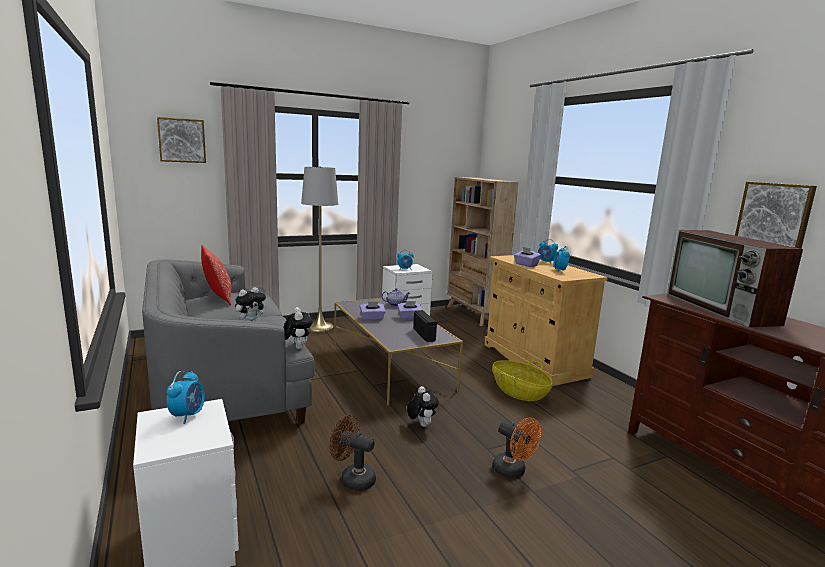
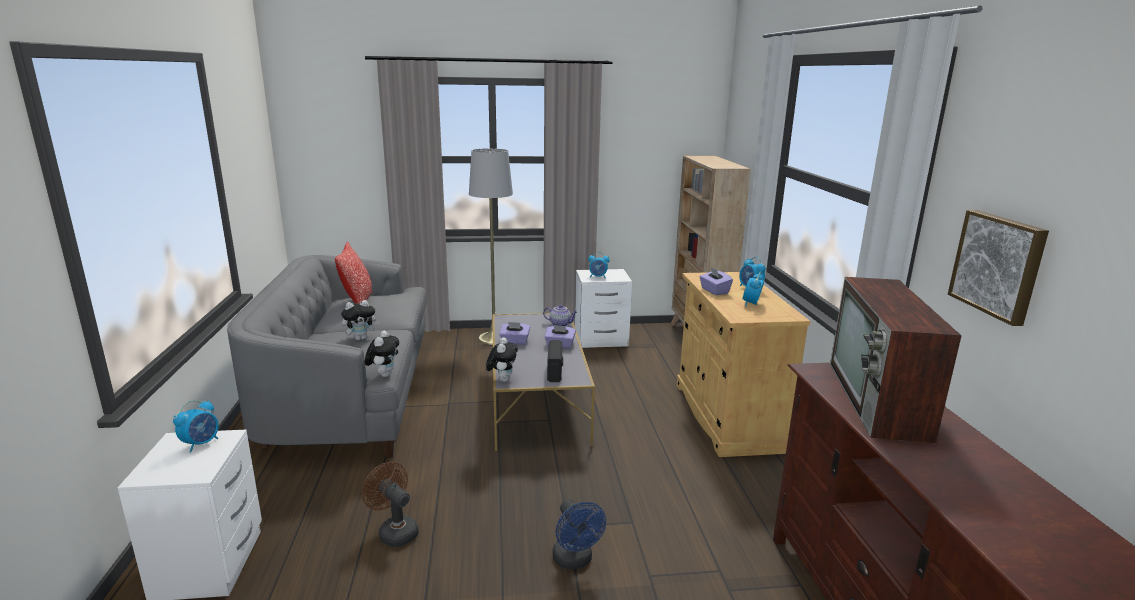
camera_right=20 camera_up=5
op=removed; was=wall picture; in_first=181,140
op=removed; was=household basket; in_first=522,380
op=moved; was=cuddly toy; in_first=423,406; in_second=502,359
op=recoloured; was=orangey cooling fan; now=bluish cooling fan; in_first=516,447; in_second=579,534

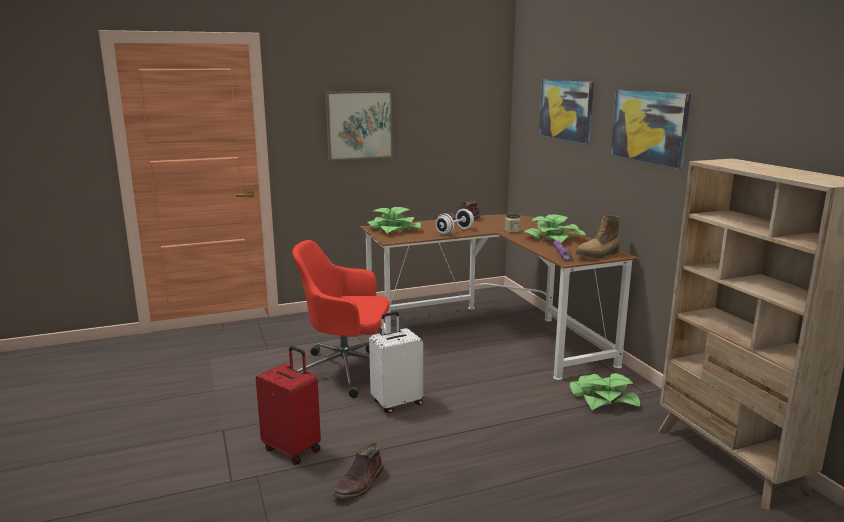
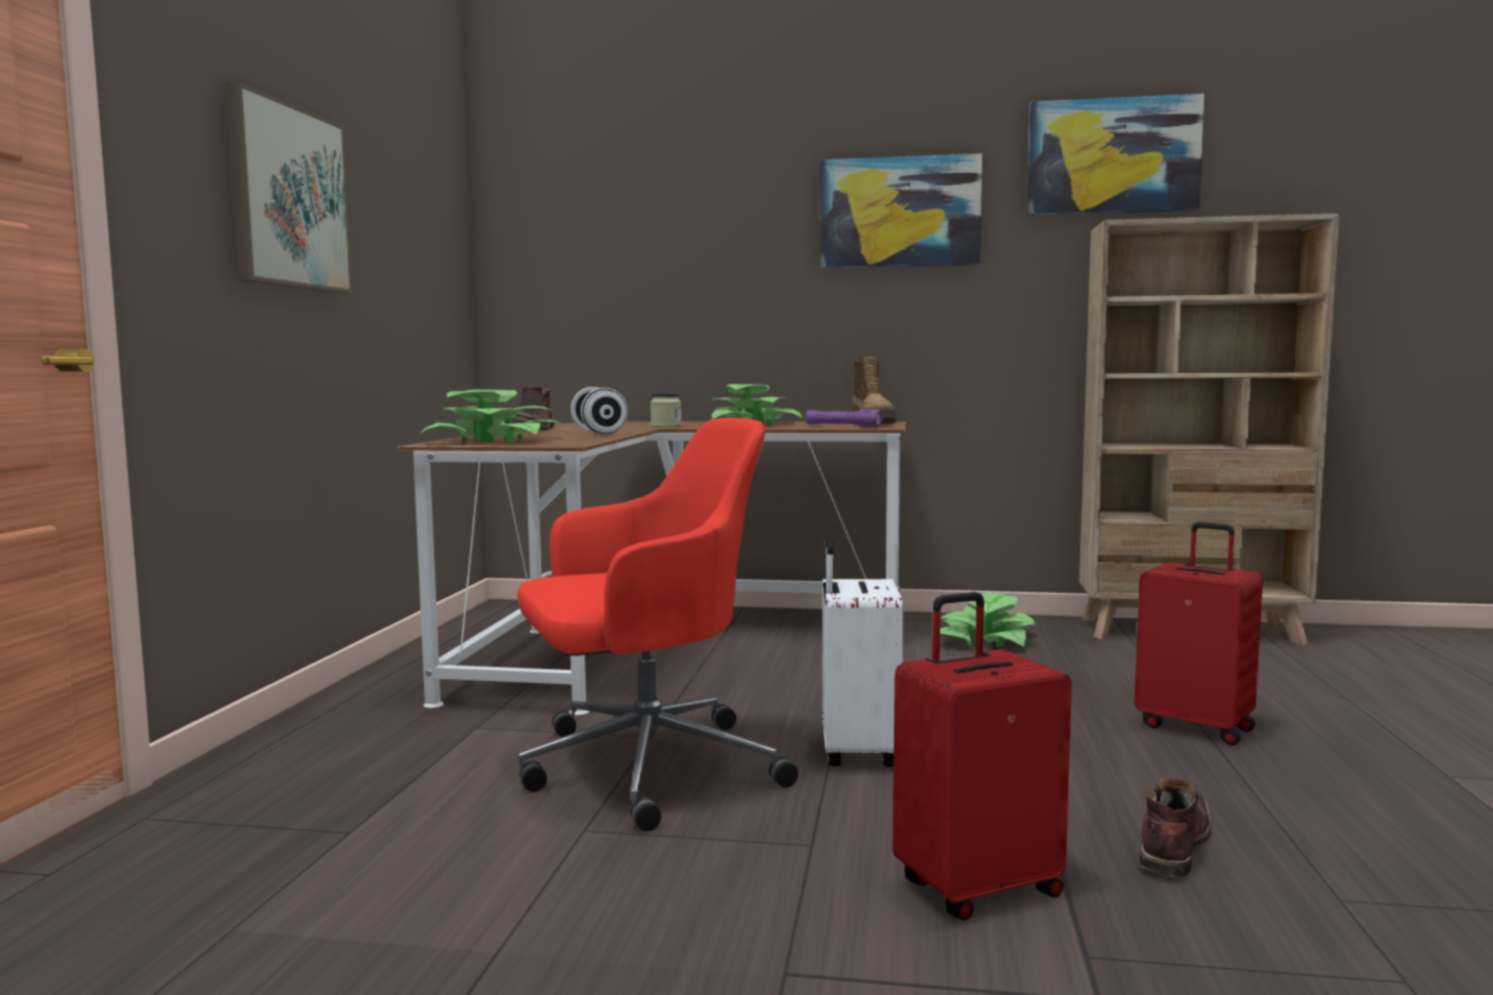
camera_right=-60 camera_up=-10
op=added; now=reddish suitcase; in_second=1198,633
op=moved; was=wall picture; in_first=566,112; in_second=1116,154
op=turned; was=reddish computer chair; in_first=341,319; in_second=657,624; clockwise=-150
op=turned; was=brownish boot; in_first=357,471; in_second=1175,827; clockwise=-120

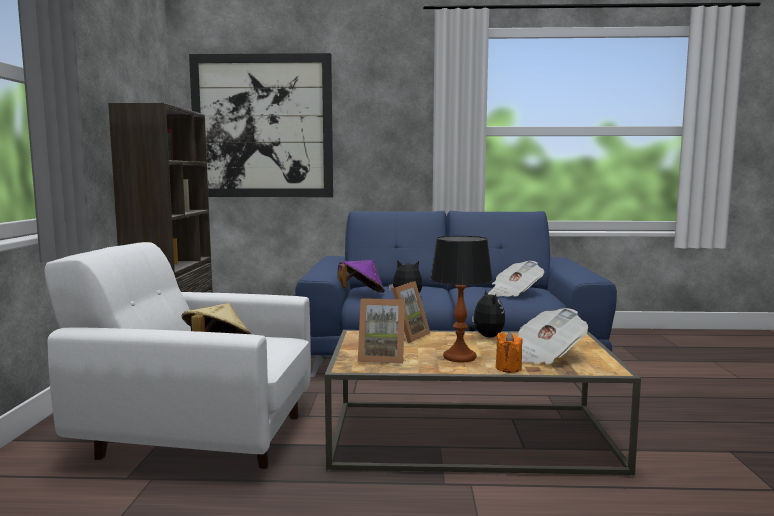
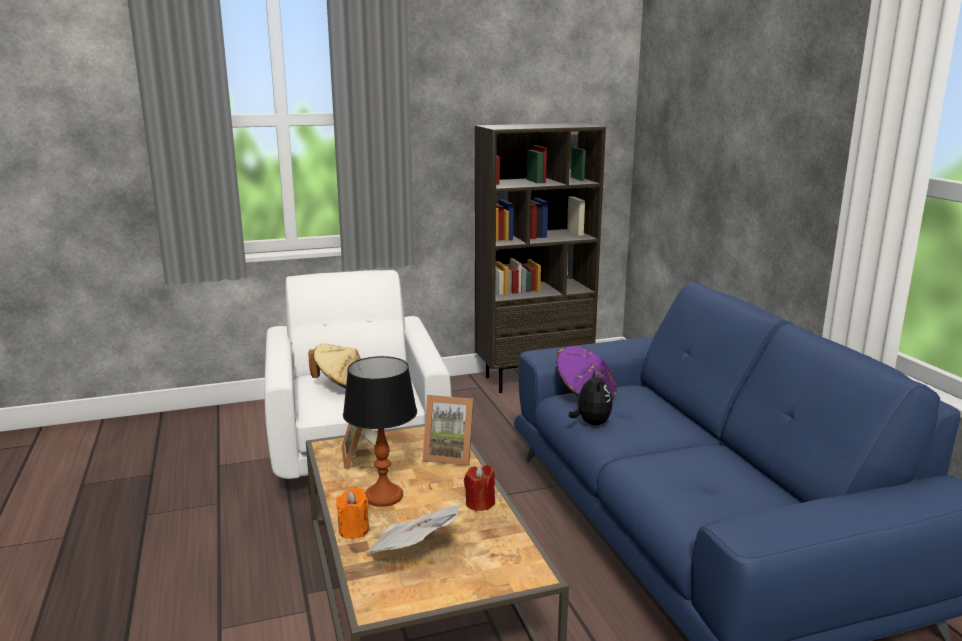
camera_right=70 camera_up=10
op=removed; was=wall picture; in_first=261,125
op=removed; was=daily paper; in_first=516,279
op=replaced; was=cuddly toy; now=reddish wax candle; in_first=486,313; in_second=479,488

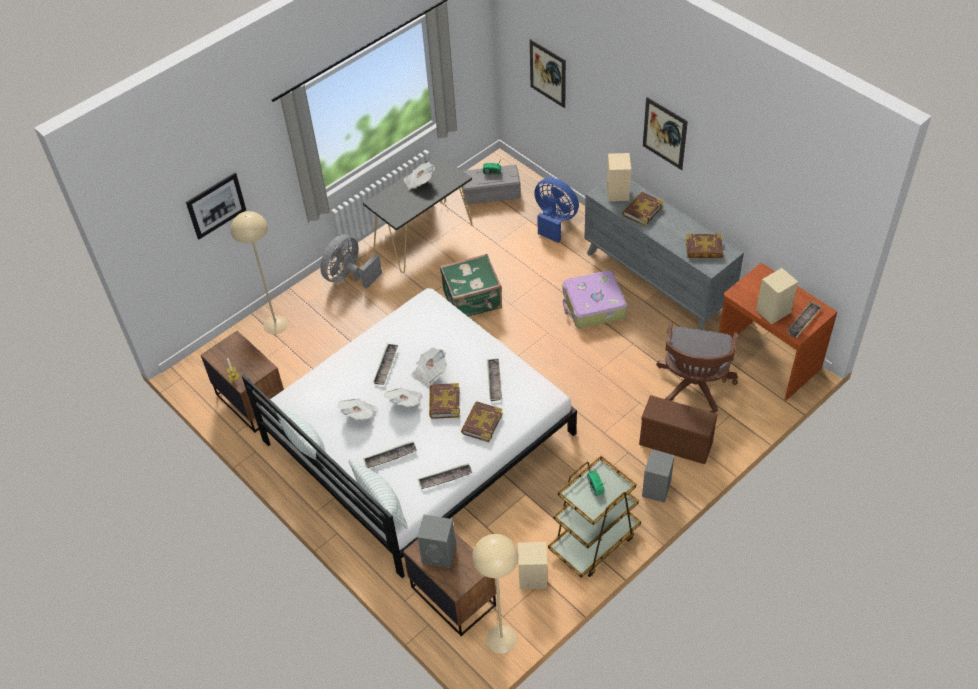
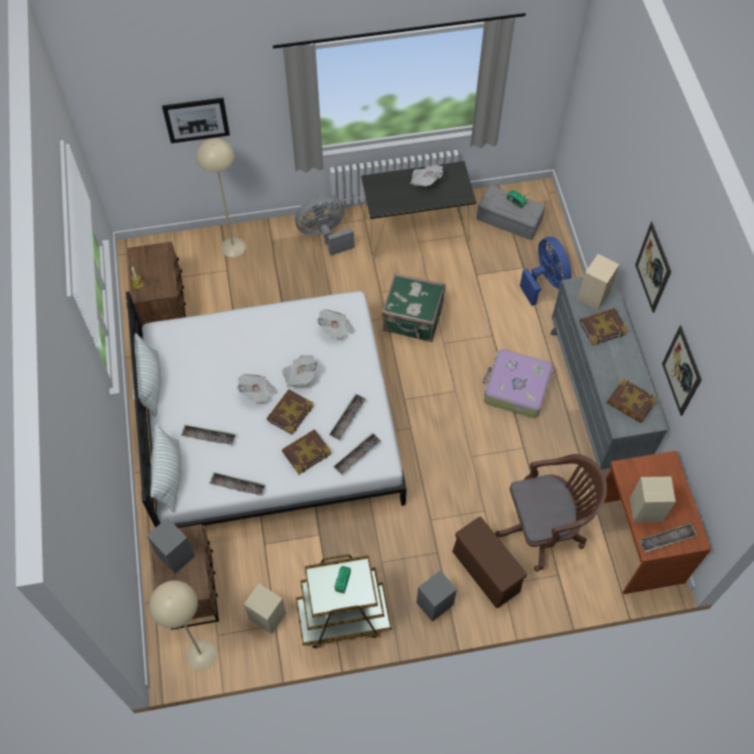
camera_right=30 camera_up=10
op=moved; was=daily paper; in_first=357,409; in_second=336,324
op=moved; was=serving tray; in_first=385,364; in_second=357,454
op=moved; was=wall picture; in_first=548,73; in_second=682,370
op=turned; was=brownish computer chair; in_first=697,367; in_second=551,513; clockwise=-150

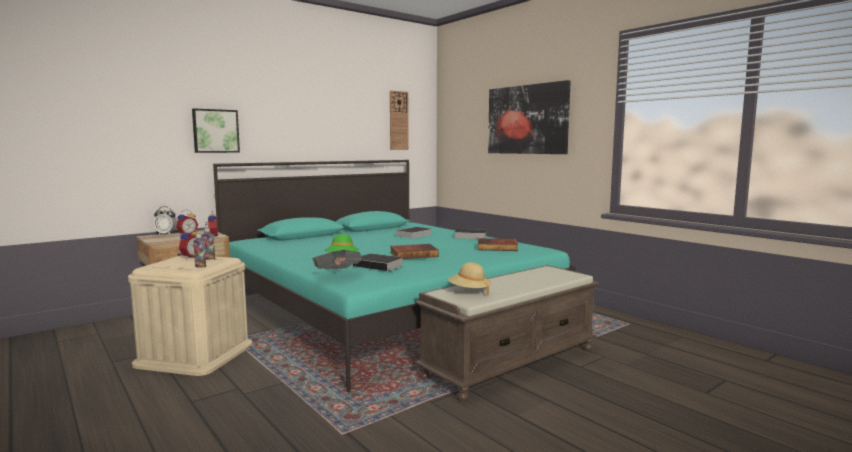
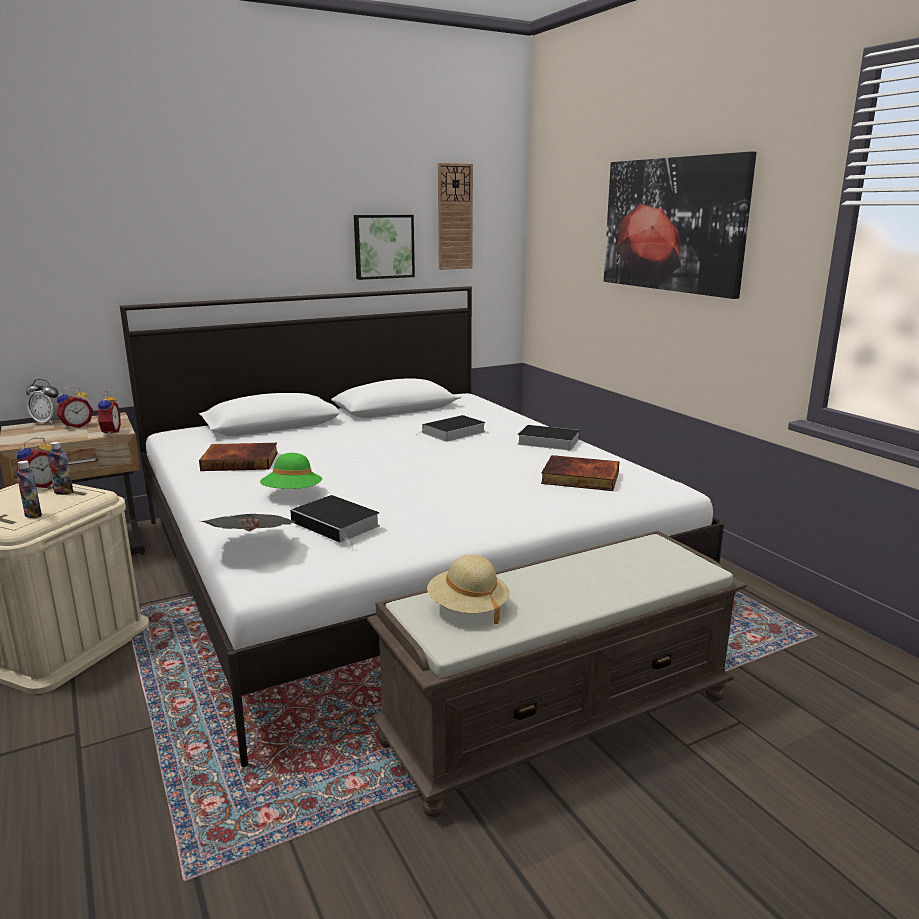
camera_right=10 camera_up=10
op=moved; was=wall picture; in_first=216,130; in_second=384,247
op=moved; was=book; in_first=414,251; in_second=238,457
op=recoloured; was=blue-green sleeping bed; now=white-coloured sleeping bed; in_first=394,276; in_second=422,526

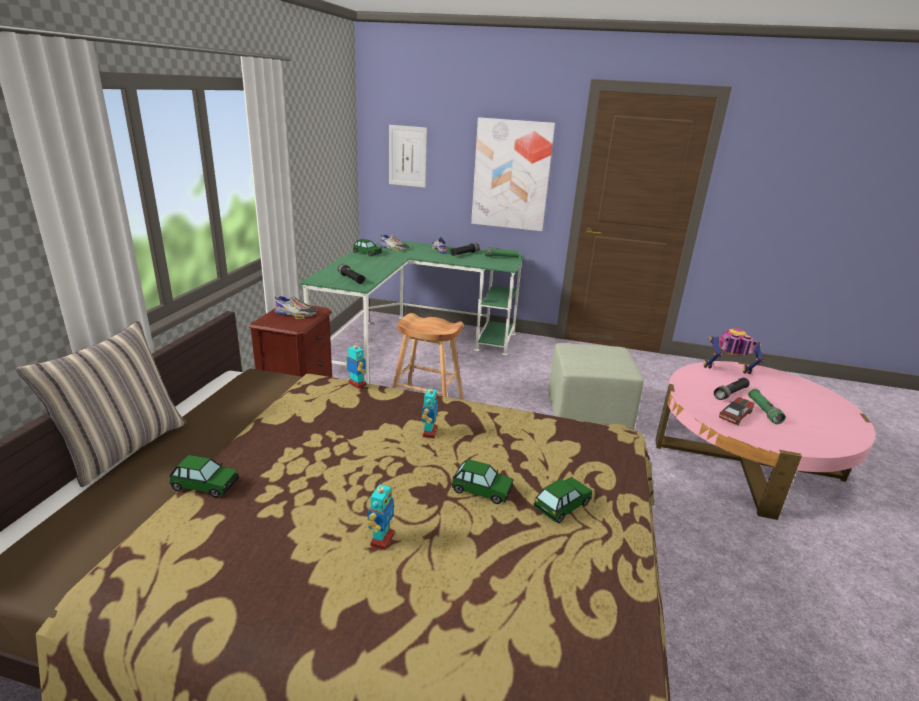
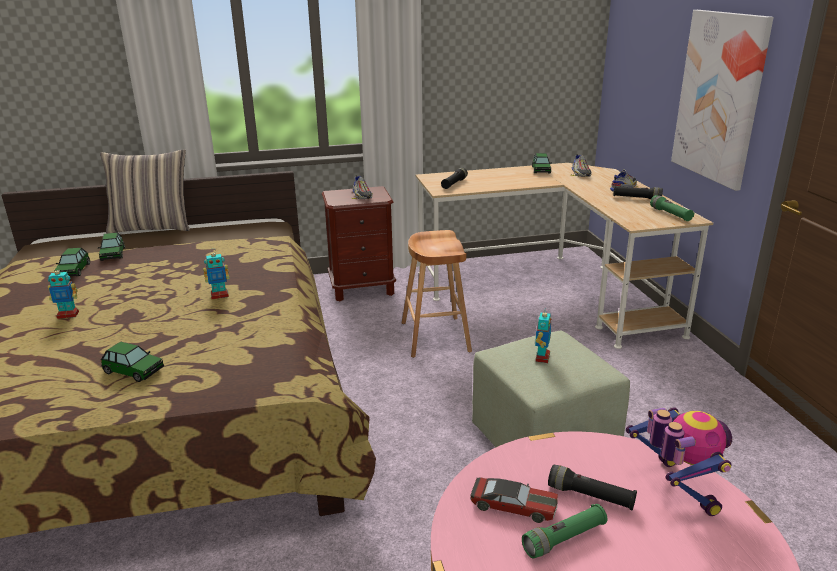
camera_right=65 camera_up=0
op=removed; was=wall picture; in_first=408,156
op=moved; was=toy robot; in_first=356,365; in_second=543,335
op=moved; was=miniature car; in_first=482,481; in_second=72,262
op=recoloured; was=green desk table; now=sand-coloured desk table; in_first=412,312; in_second=564,256

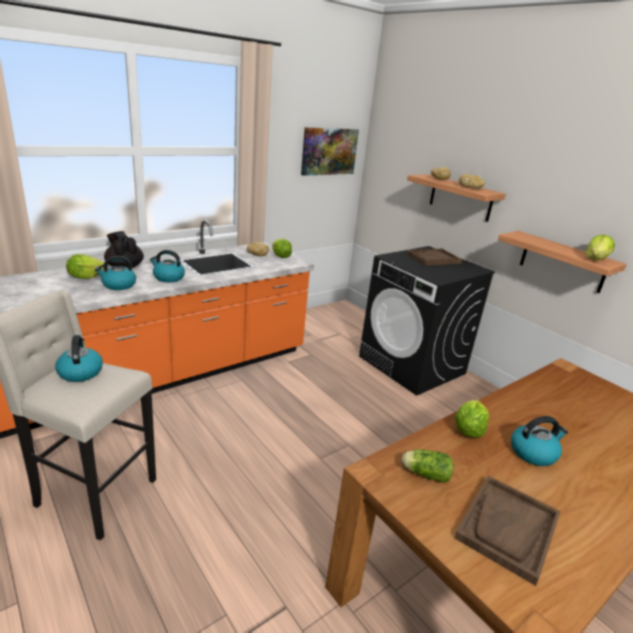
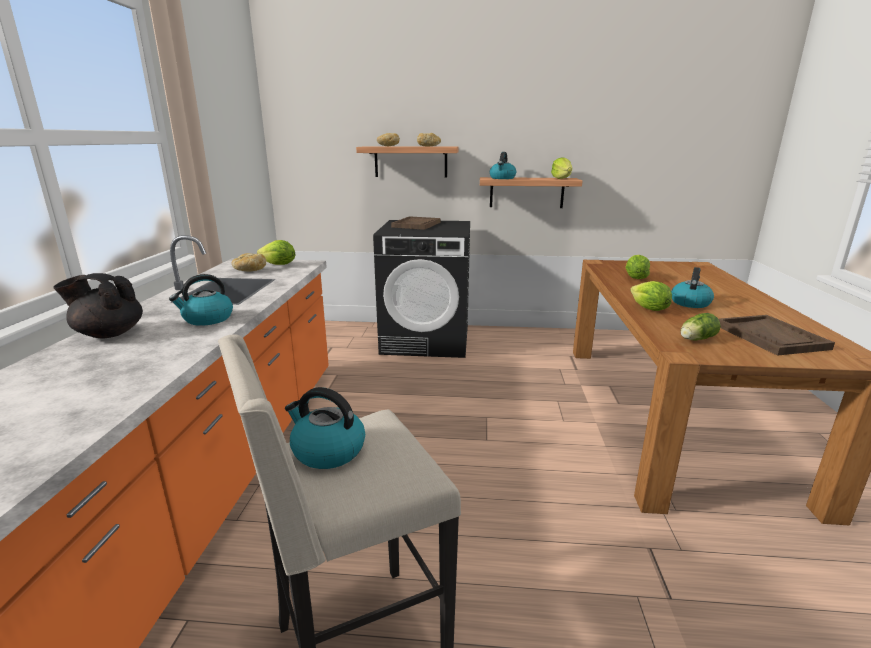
camera_right=-45 camera_up=-5
op=removed; was=wall picture; in_first=330,151
op=moved; was=lettuce head; in_first=87,266; in_second=637,267
op=moved; was=water kettle; in_first=115,273; in_second=503,165

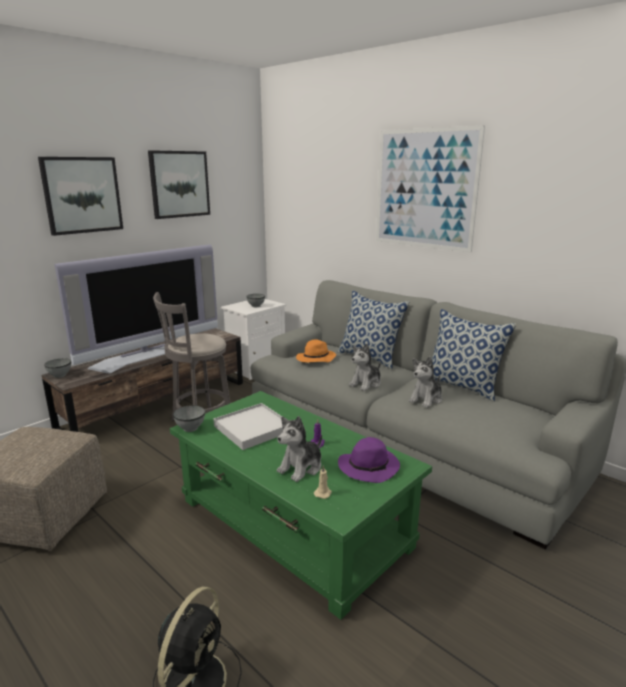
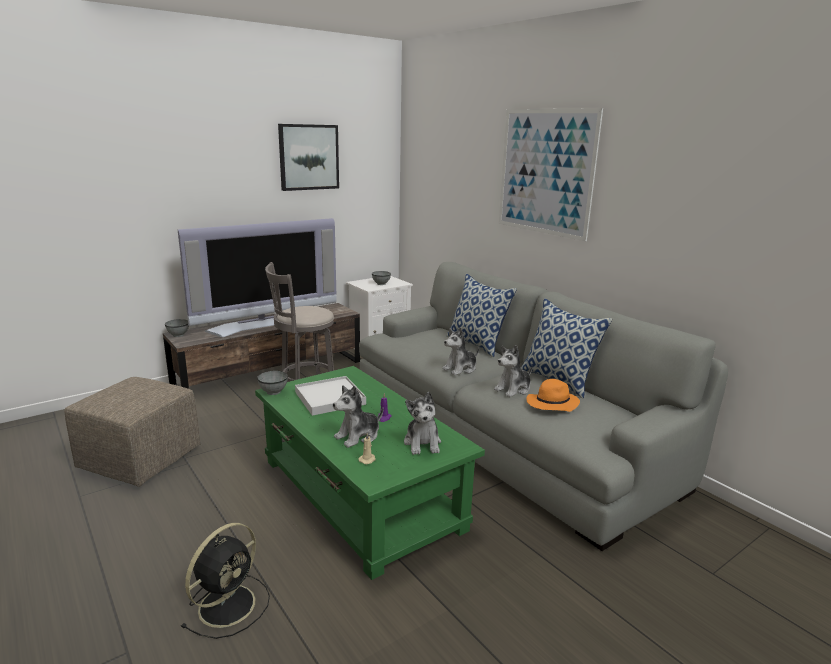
camera_right=10 camera_up=0
op=removed; was=wall picture; in_first=80,196
op=moved; was=orangey clothing hat; in_first=316,350; in_second=553,395
op=replaced; was=purplish clothing hat; now=cuddly toy; in_first=369,460; in_second=422,423

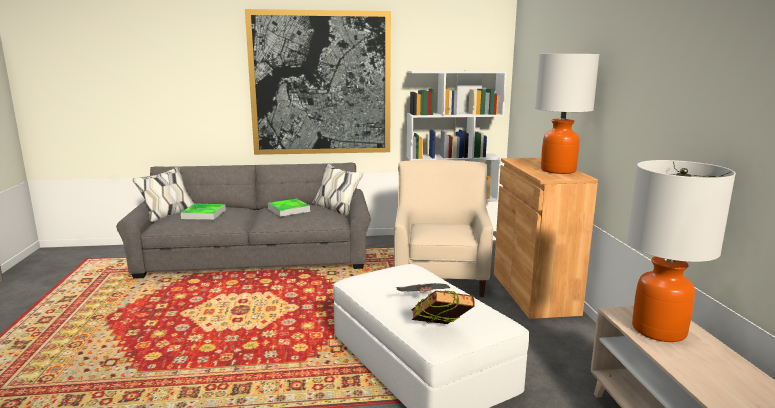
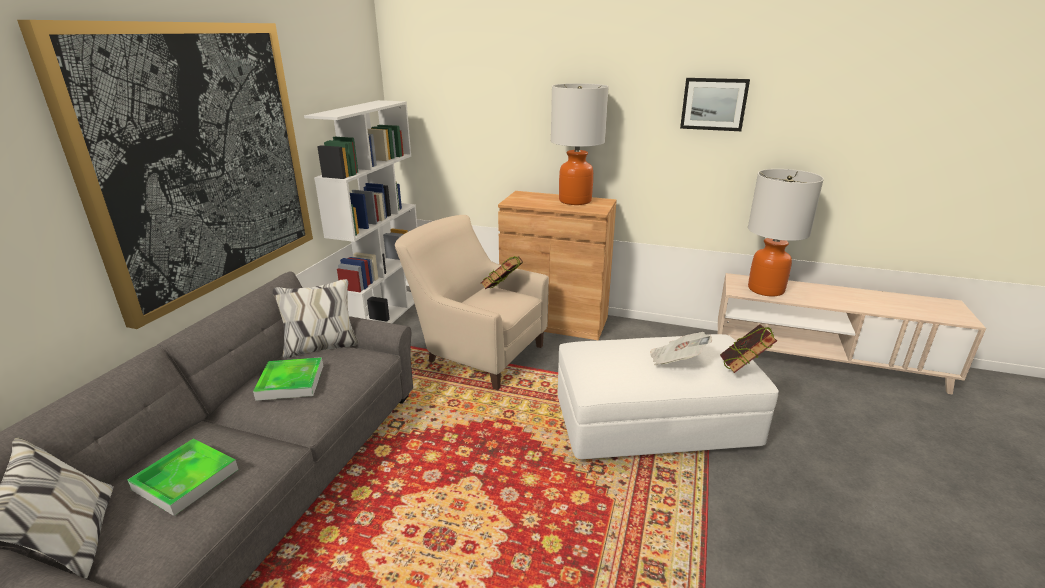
camera_right=-65 camera_up=10
op=added; now=book; in_second=502,272
op=added; now=wall picture; in_second=715,104

